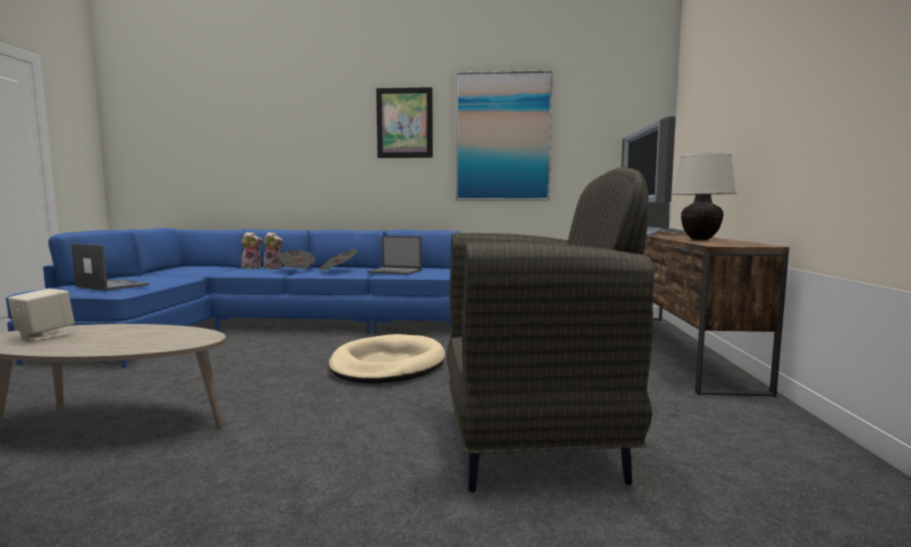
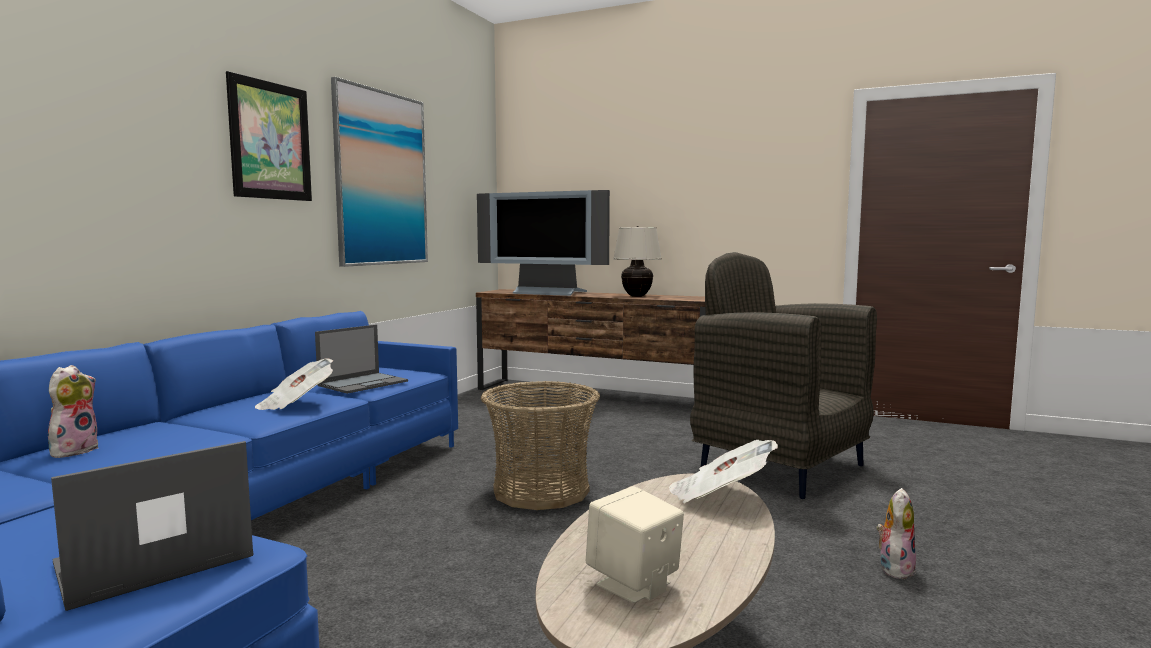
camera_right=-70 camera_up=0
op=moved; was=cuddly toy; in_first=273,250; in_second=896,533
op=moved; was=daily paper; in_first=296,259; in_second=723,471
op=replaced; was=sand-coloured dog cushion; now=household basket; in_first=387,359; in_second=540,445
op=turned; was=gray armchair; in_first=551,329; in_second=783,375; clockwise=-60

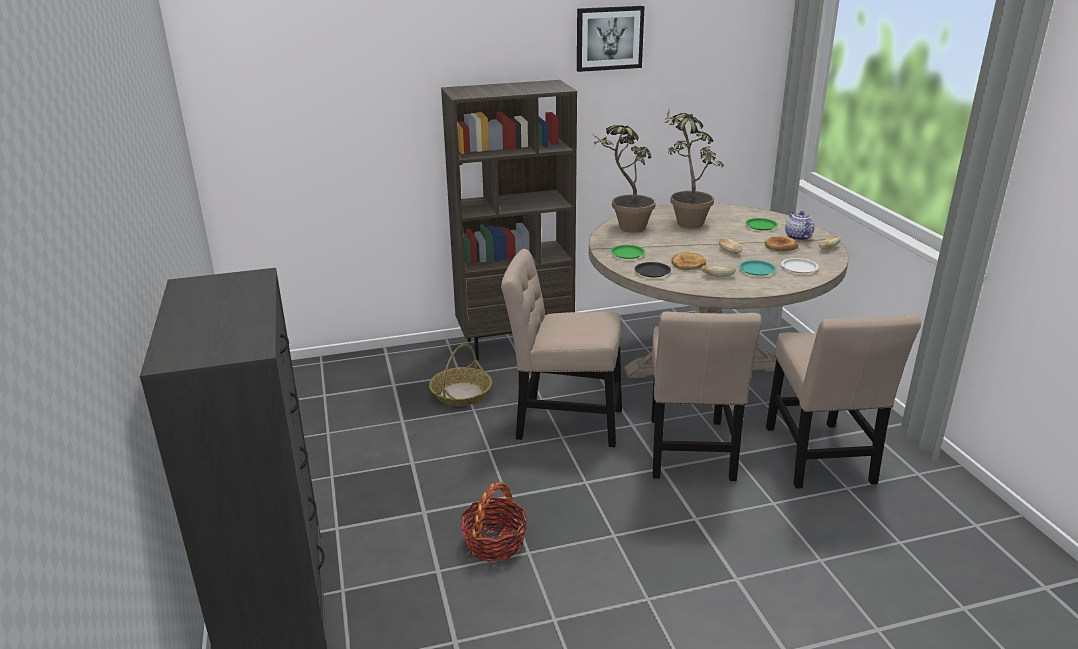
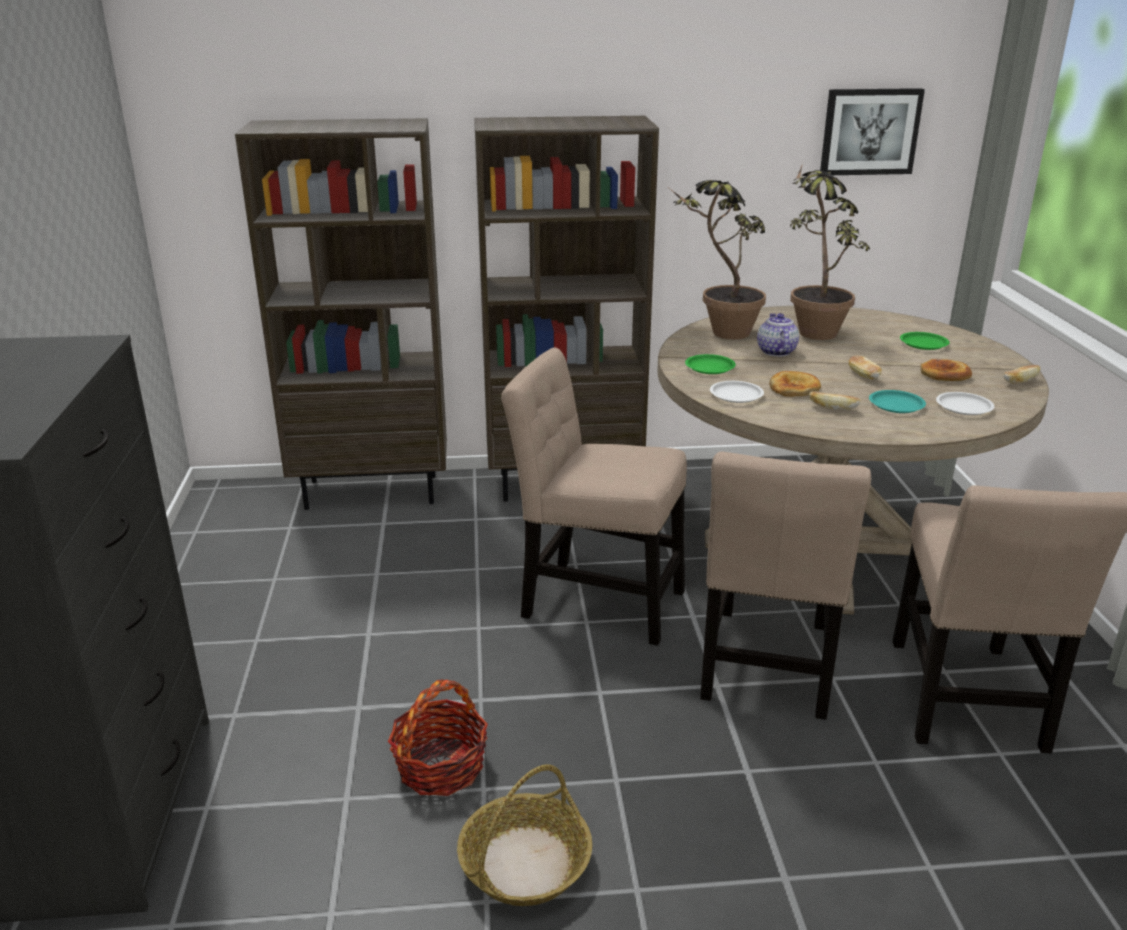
camera_right=10 camera_up=0
op=added; now=brownish bookshelf; in_second=341,314
op=moved; was=household basket; in_first=460,375; in_second=524,835
op=moved; was=wall picture; in_first=611,39; in_second=872,131
op=moved; was=pot for tea; in_first=800,226; in_second=778,334
op=recoloured; was=blackish flat dish; now=white-coloured flat dish; in_first=653,269; in_second=737,392

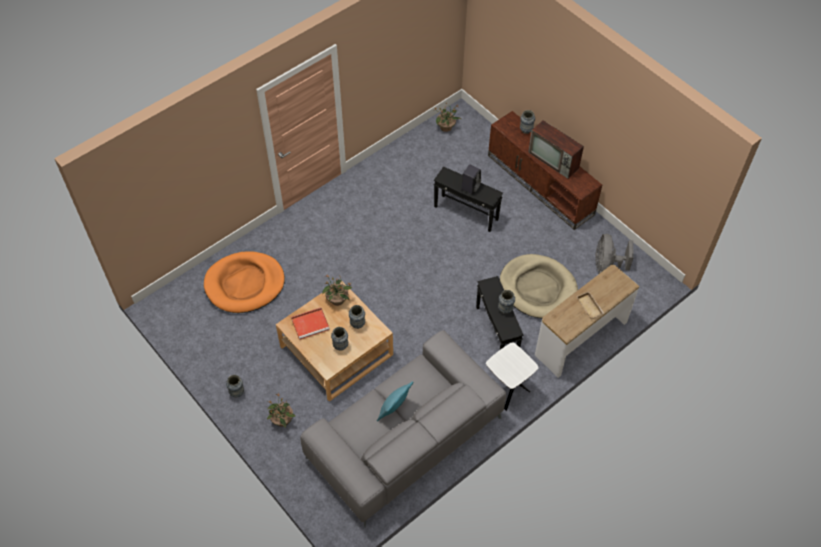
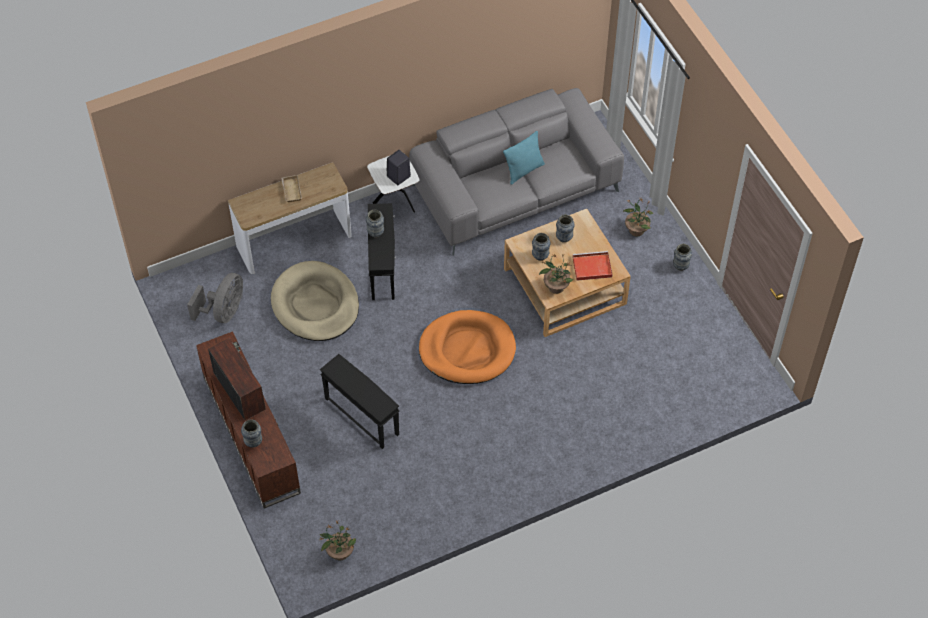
camera_right=-165 camera_up=0
op=moved; was=orangey dog cushion; in_first=244,282; in_second=467,347
op=moved; was=blackish audio speaker; in_first=471,180; in_second=398,167

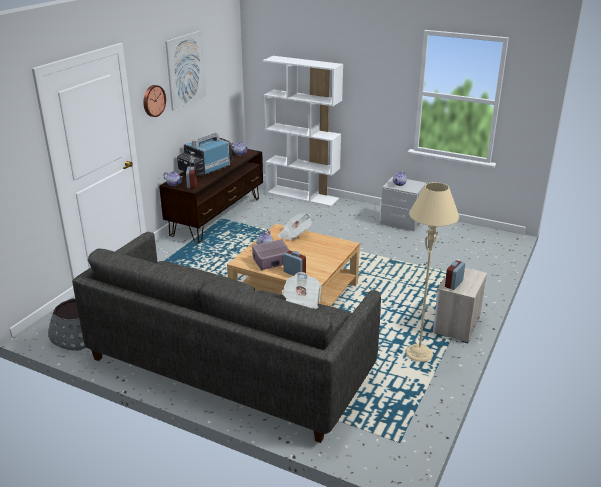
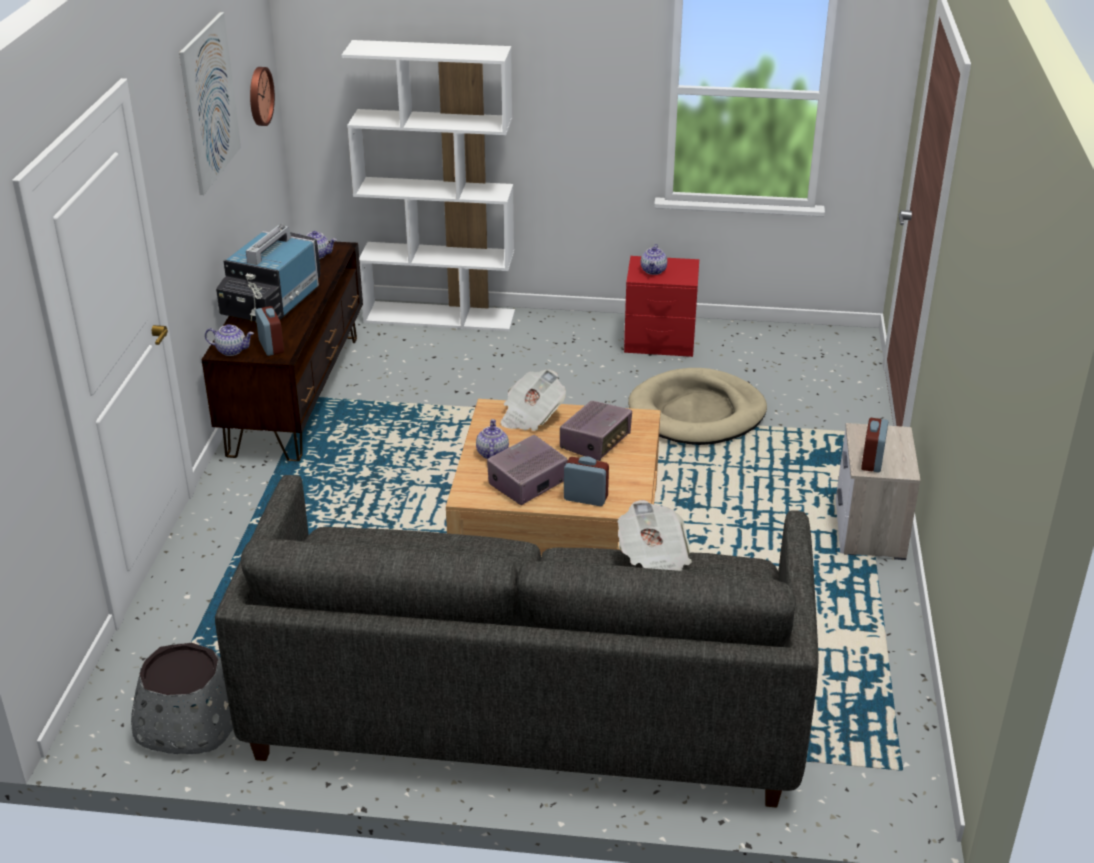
camera_right=-20 camera_up=5
op=removed; was=sand-coloured floor lamp; in_first=432,272
op=added; now=radio set; in_second=596,431
op=added; now=sand-coloured dog cushion; in_second=697,406
op=moved; was=clock on the wall; in_first=154,101; in_second=262,96
op=recoloured; was=gray bedside table; now=reddish bedside table; in_first=403,204; in_second=661,306

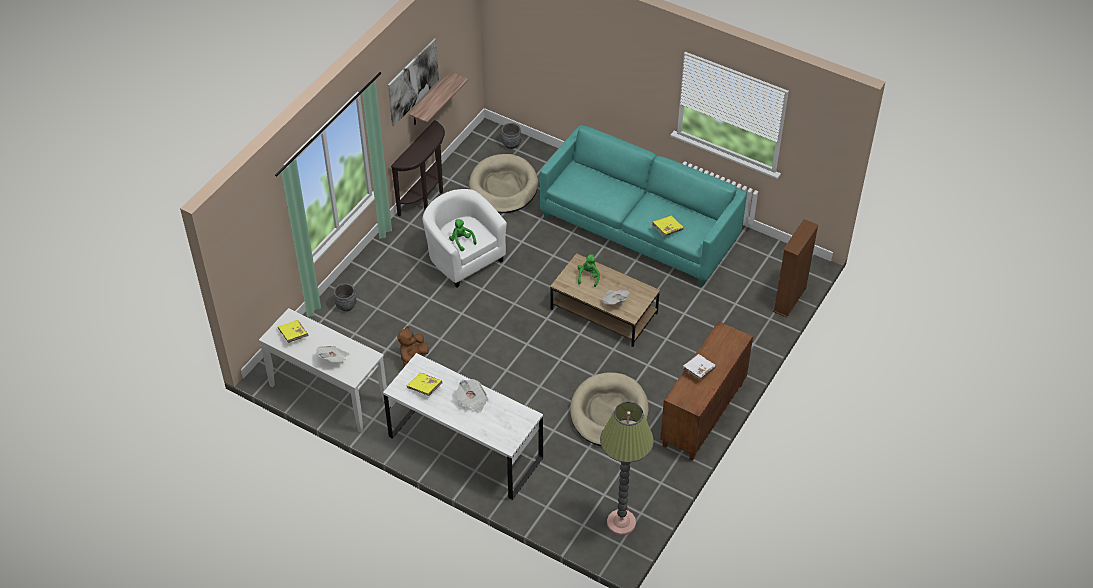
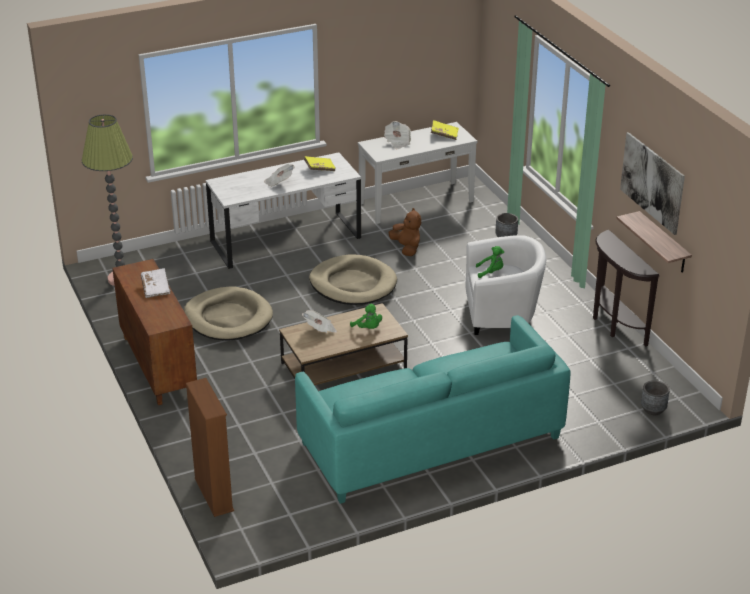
camera_right=125 camera_up=-15
op=removed; was=yellow-coloured book; in_first=667,225
op=moved; was=sand-coloured dog cushion; in_first=503,183; in_second=353,279

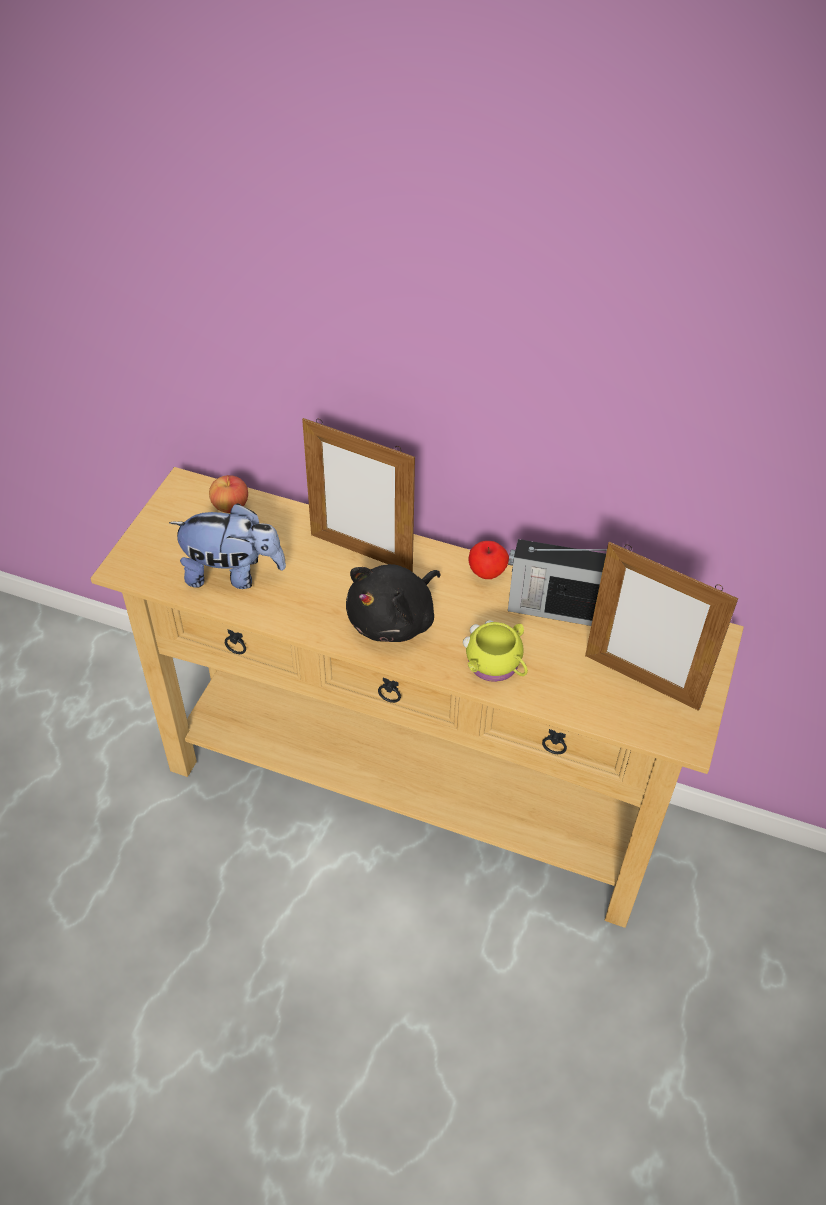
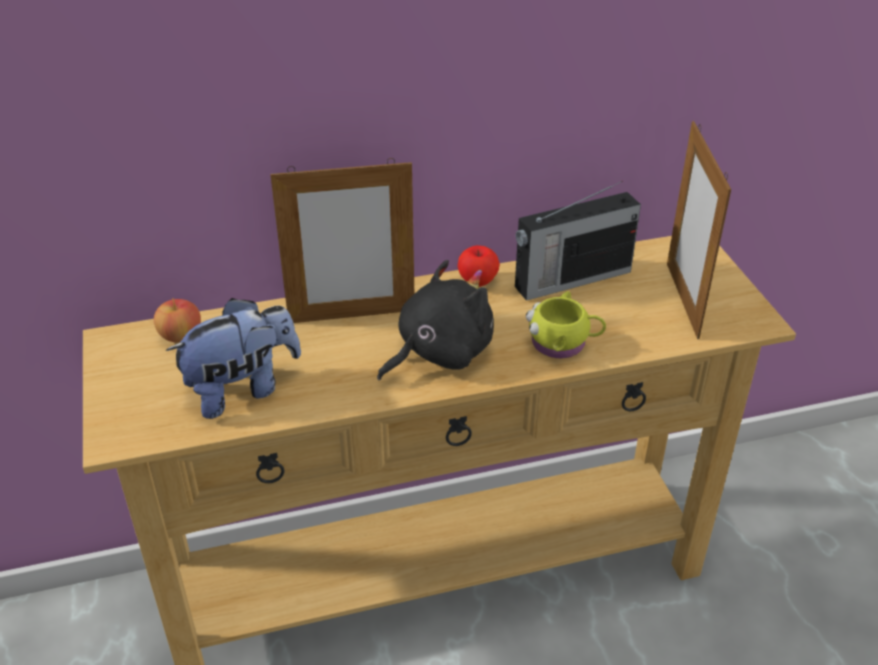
camera_right=-35 camera_up=-10
op=turned; was=blackish cuddly toy; in_first=393,603; in_second=435,320; clockwise=-135
op=turned; was=photo frame; in_first=661,626; in_second=699,230; clockwise=90

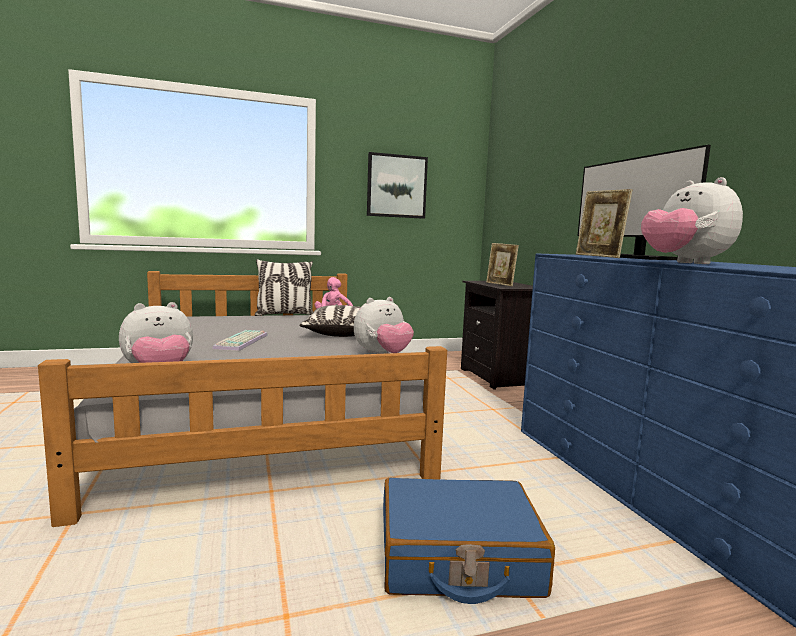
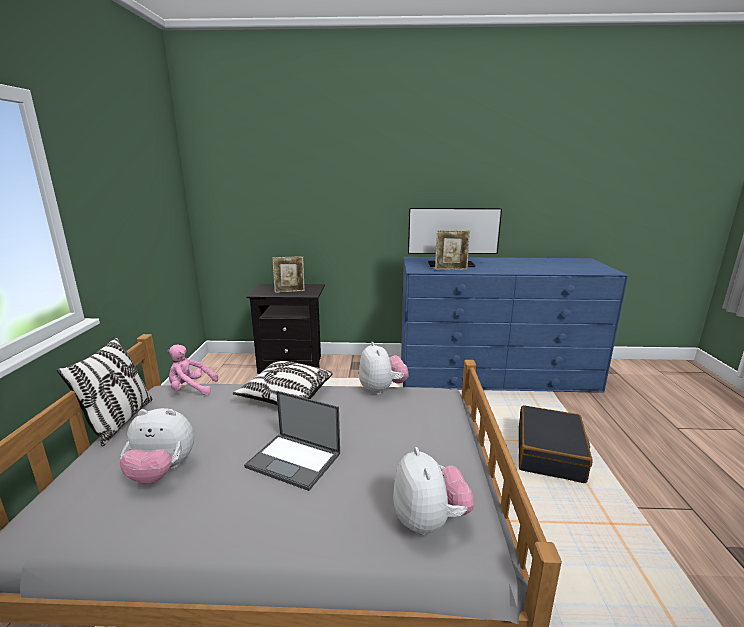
camera_right=-70 camera_up=10
op=removed; was=wall picture; in_first=397,185
op=moved; was=cuddly toy; in_first=692,220; in_second=156,446
op=replaced; was=keyboard; now=portable computer; in_first=240,340; in_second=292,441
op=recoloured; was=bluish suitcase; now=blackish suitcase; in_first=469,541; in_second=556,444

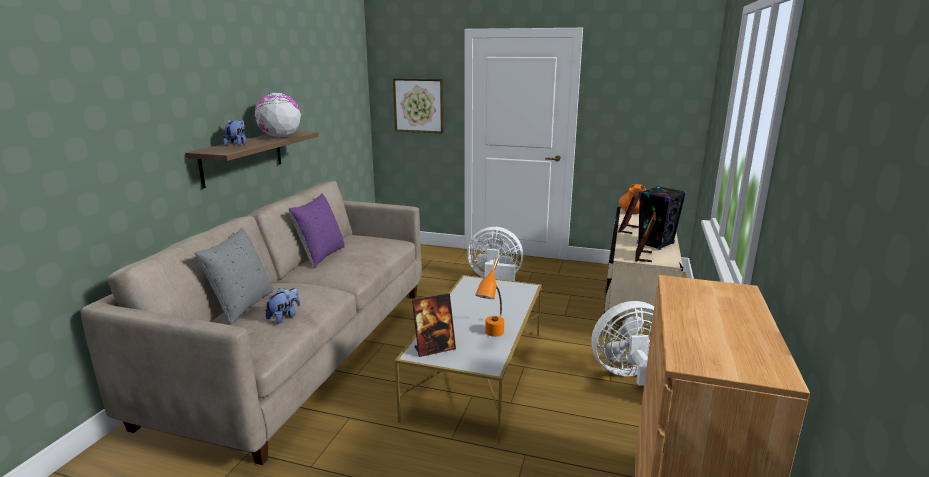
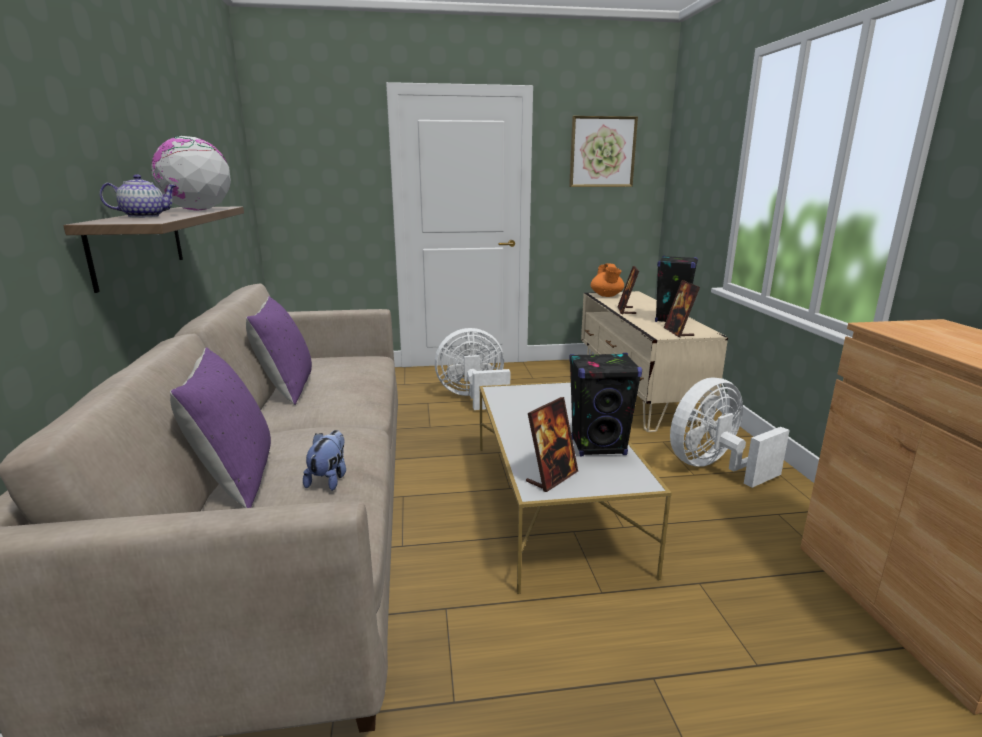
camera_right=-25 camera_up=0
op=moved; was=wall picture; in_first=418,105; in_second=603,151
op=replaced; was=cuddly toy; now=pot for tea; in_first=234,133; in_second=138,195
op=replaced; was=orangey tabletop lamp; now=blackish audio speaker; in_first=489,297; in_second=605,404
op=recoloured; was=gray throw pillow; now=purplish throw pillow; in_first=233,276; in_second=220,427

